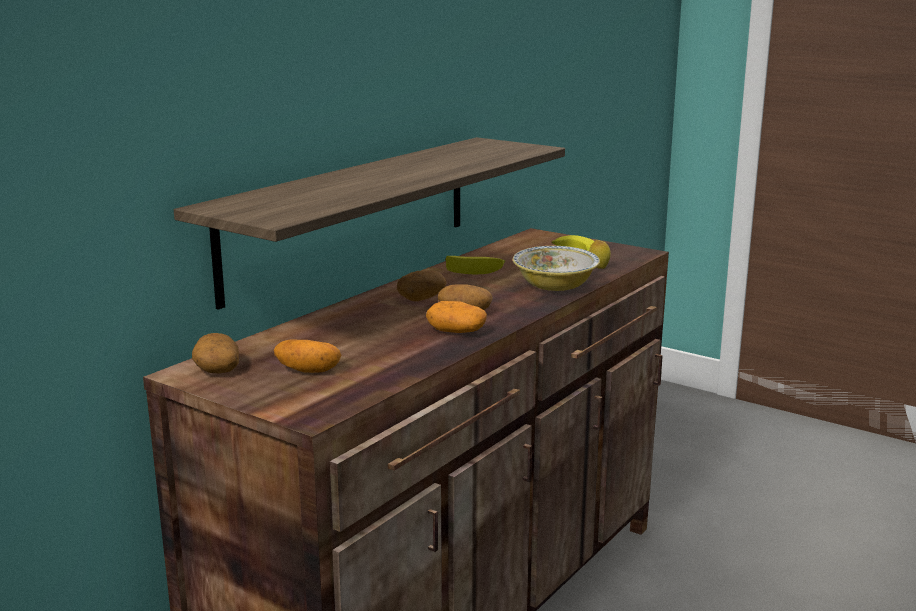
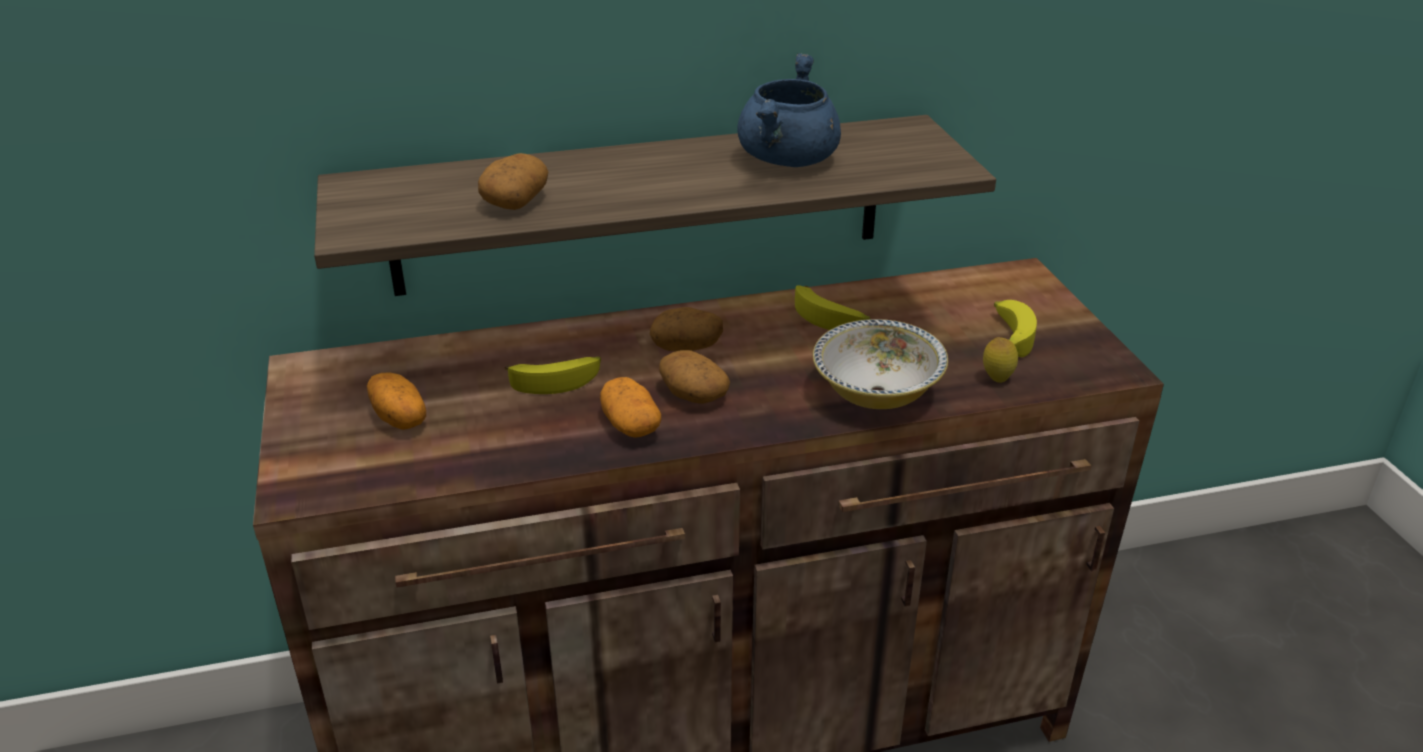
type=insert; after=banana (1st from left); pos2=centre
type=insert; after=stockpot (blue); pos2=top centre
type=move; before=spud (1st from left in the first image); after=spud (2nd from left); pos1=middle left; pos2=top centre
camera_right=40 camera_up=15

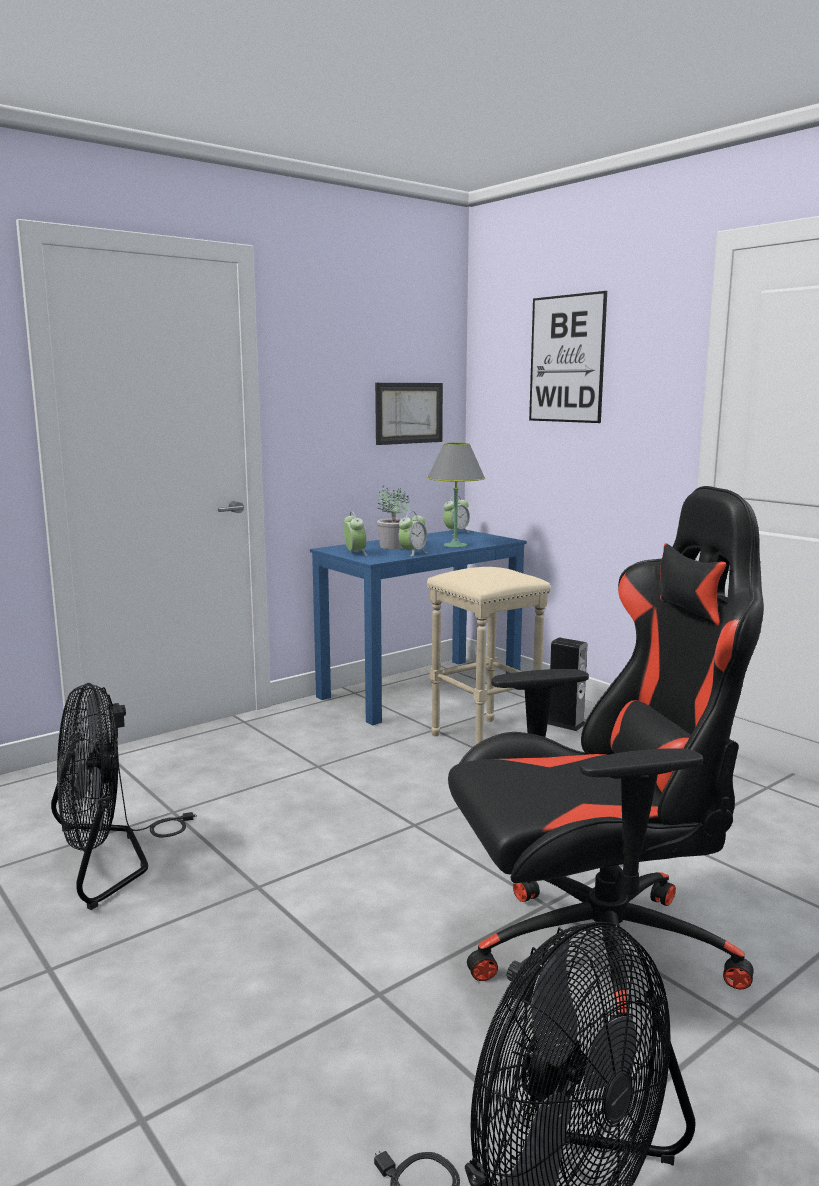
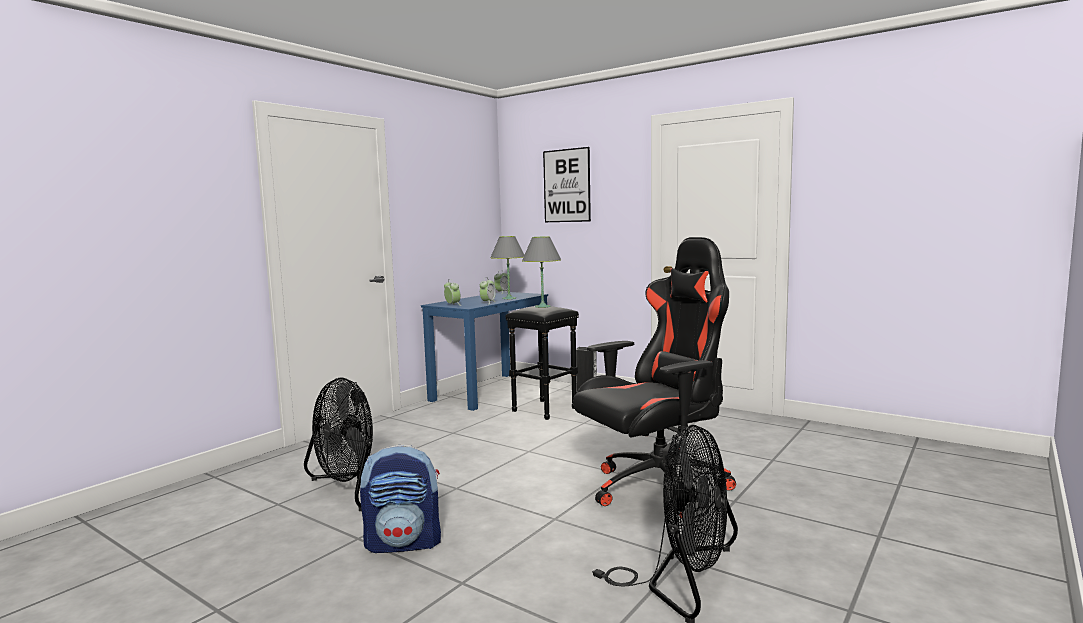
type=delete; before=picture (1st from left); pos1=centre
type=delete; before=plant in a pot; pos1=centre
type=insert; after=backpack; pos2=bottom centre
type=insert; after=table lamp (greyish) (2nd from left); pos2=centre
type=recolor; before=sitting stool (beige); after=sitting stool (black-coloured); pos1=centre; pos2=centre
camera_right=-15 camera_up=-5

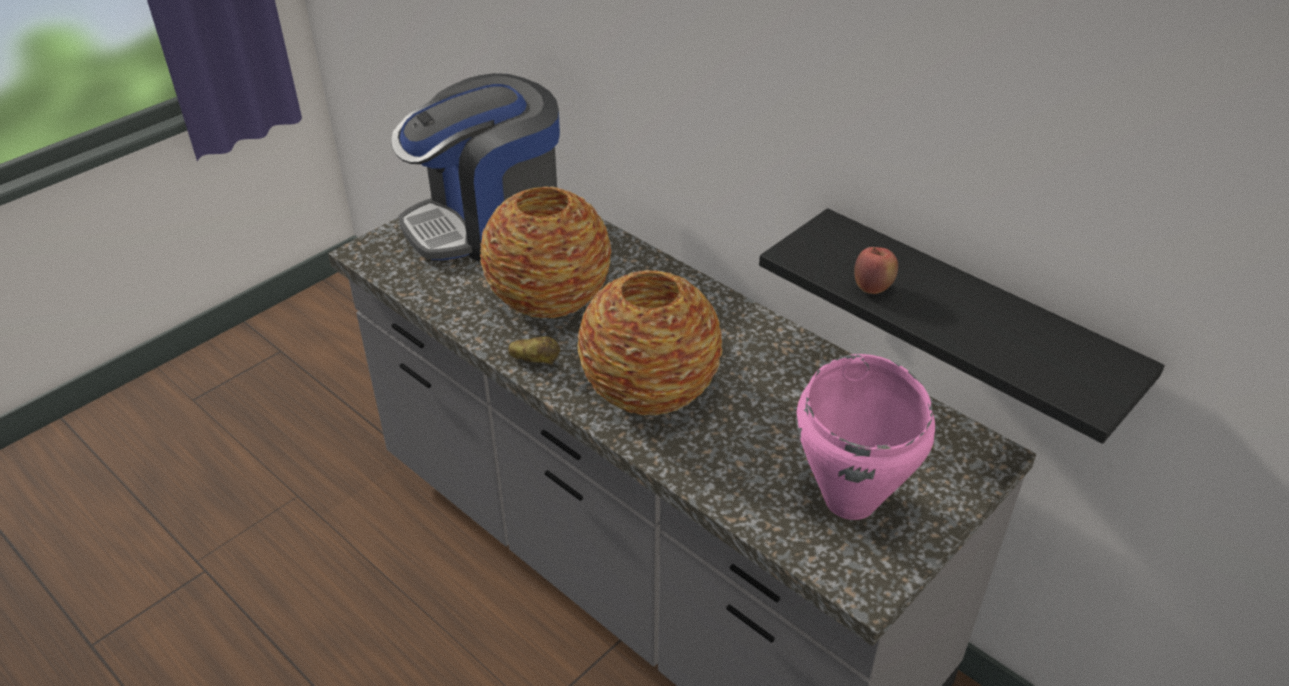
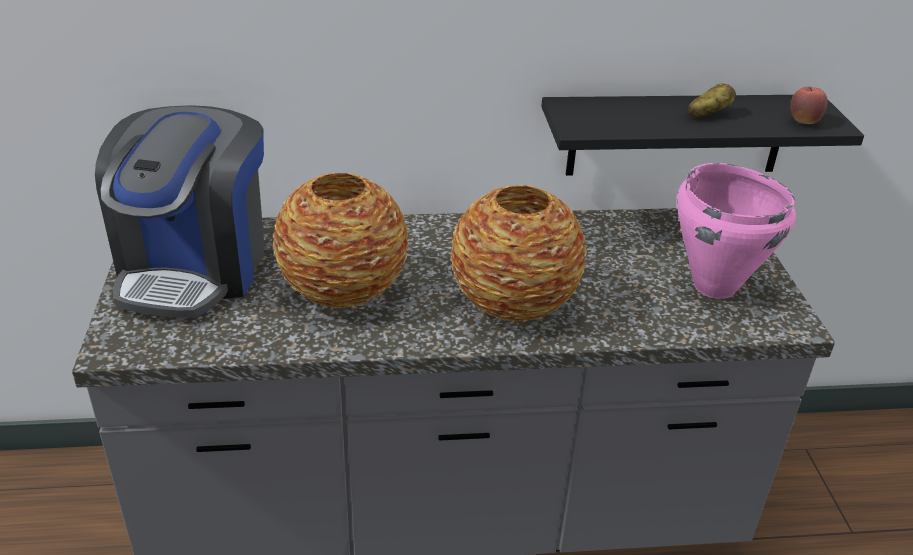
type=move; before=spud; pos1=centre; pos2=top right
type=move; before=apple; pos1=middle right; pos2=top right
camera_right=-50 camera_up=-5

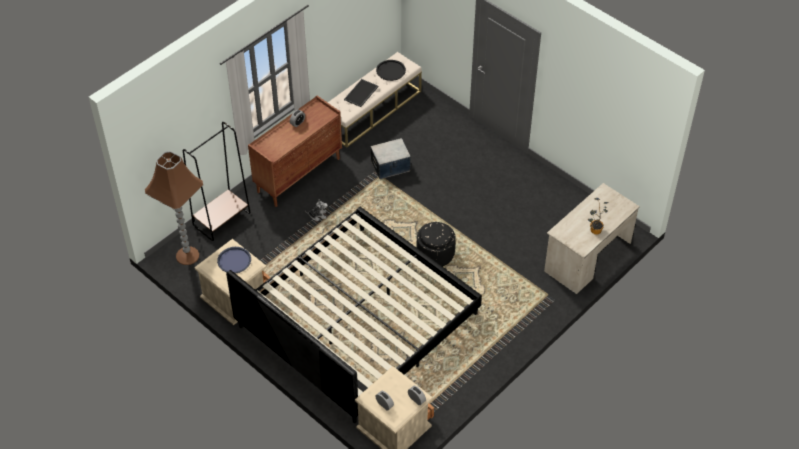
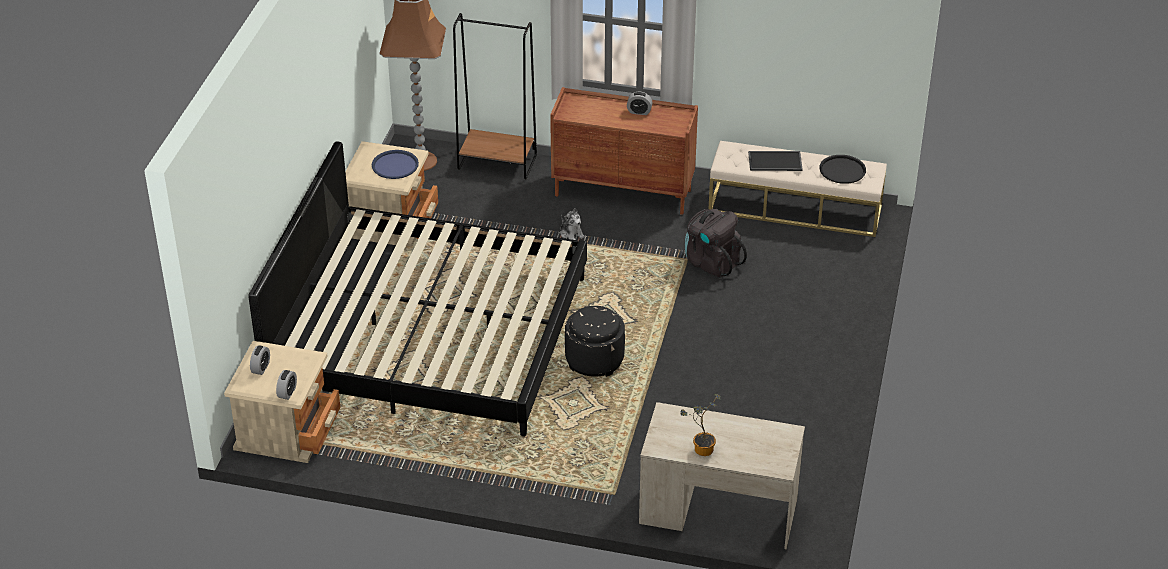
type=replace; before=storage container; after=backpack (black-coloured); pos1=centre; pos2=centre
camera_right=60 camera_up=-10

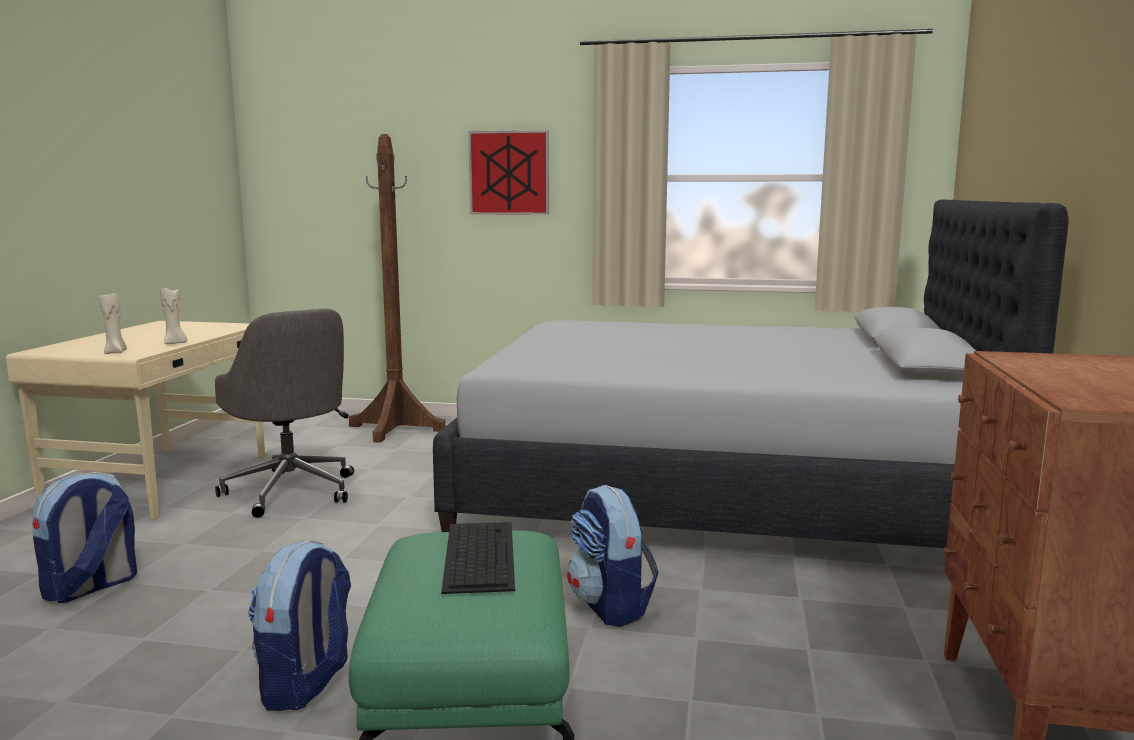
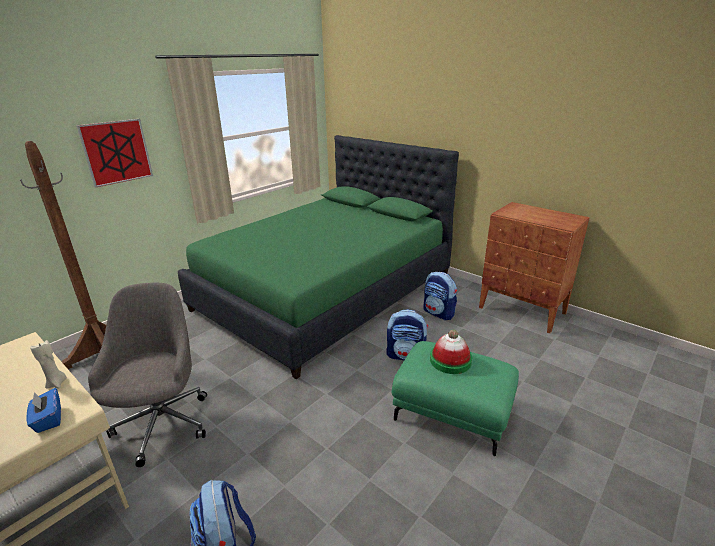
type=move; before=backpack (2nd from left in the first image); after=backpack (3rd from left); pos1=bottom left; pos2=centre
type=replace; before=wax light (beige) (1st from left); after=tissue box (blue); pos1=middle left; pos2=bottom left
type=replace; before=computer keyboard; after=hat; pos1=bottom centre; pos2=centre
type=recolor; before=bed (greyish); after=bed (greenish); pos1=centre; pos2=centre
type=rotate; before=office chair (greyish); pos1=middle left; pos2=bottom left; turn=-90
camera_right=-60 camera_up=15

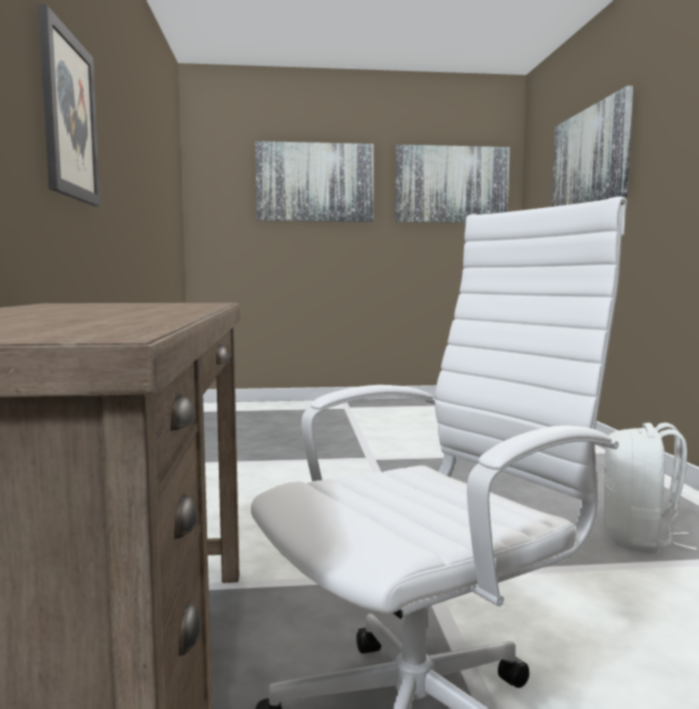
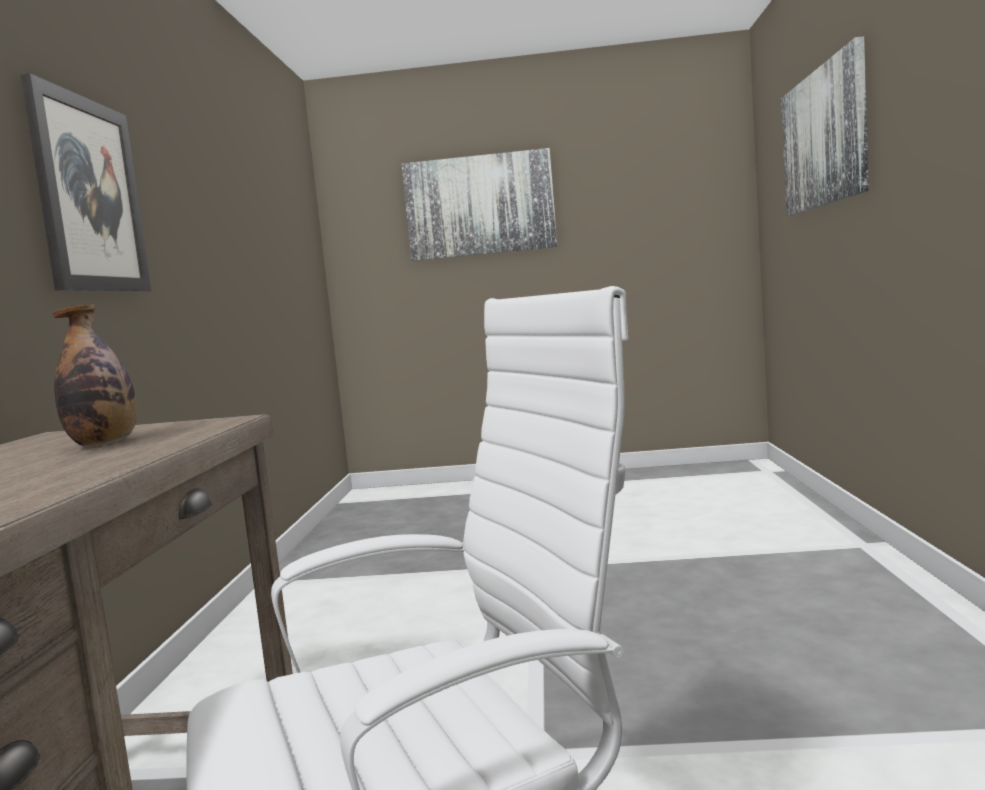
type=delete; before=picture (3rd from left); pos1=top centre
type=delete; before=backpack (whitish); pos1=bottom right
type=insert; after=beverage bottle; pos2=middle left
camera_right=10 camera_up=0

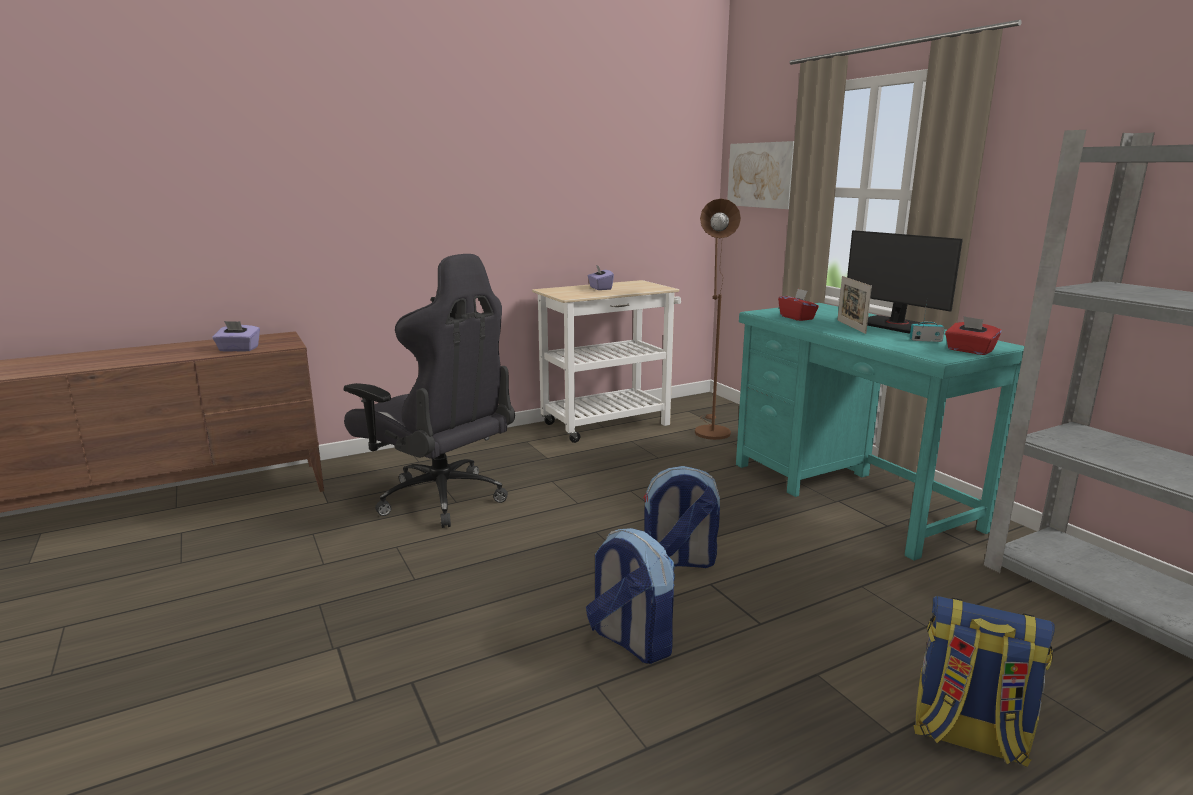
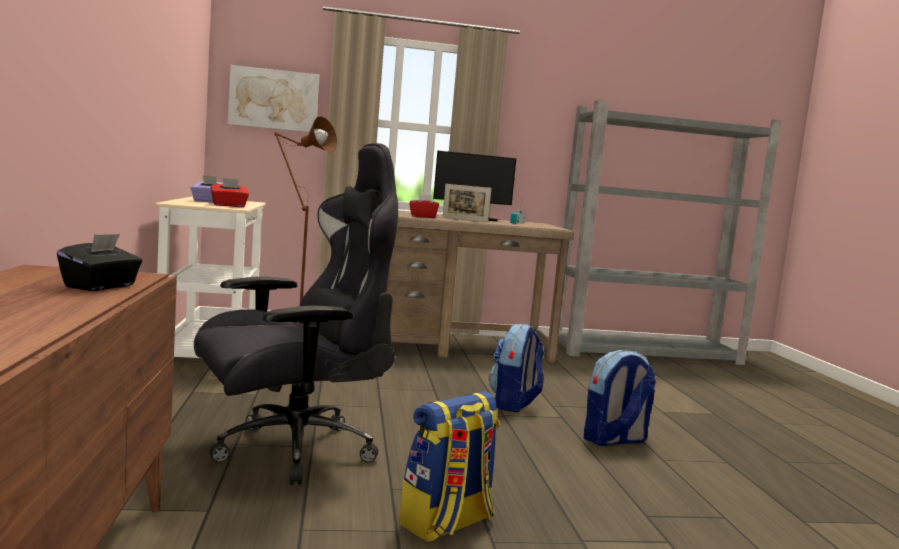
type=move; before=backpack (3rd from left in the first image); after=backpack (1st from left); pos1=bottom right; pos2=bottom centre
type=move; before=tissue box (reddish) (2nd from left in the first image); after=tissue box (reddish) (1st from left); pos1=middle right; pos2=middle left
type=recolor; before=tissue box (purple-coloured) (1st from left); after=tissue box (black-coloured); pos1=middle left; pos2=middle left
type=recolor; before=desk unit (turquoise-coloured); after=desk unit (brownish); pos1=middle right; pos2=centre
camera_right=-70 camera_up=-10

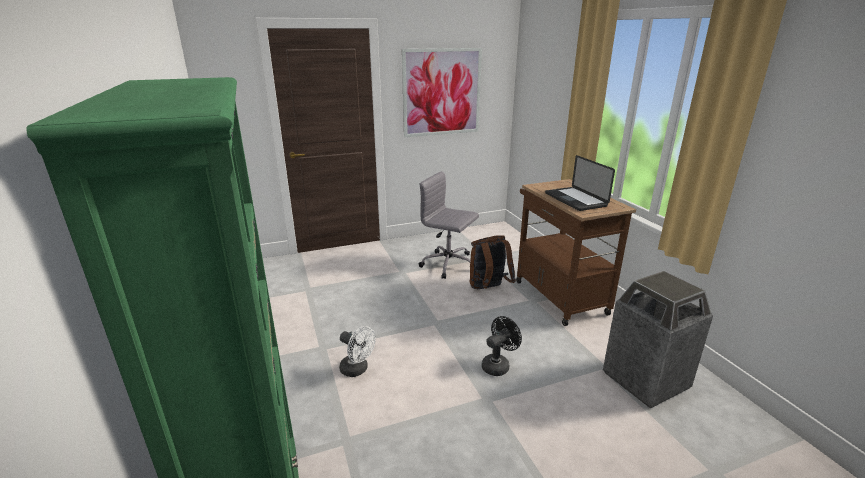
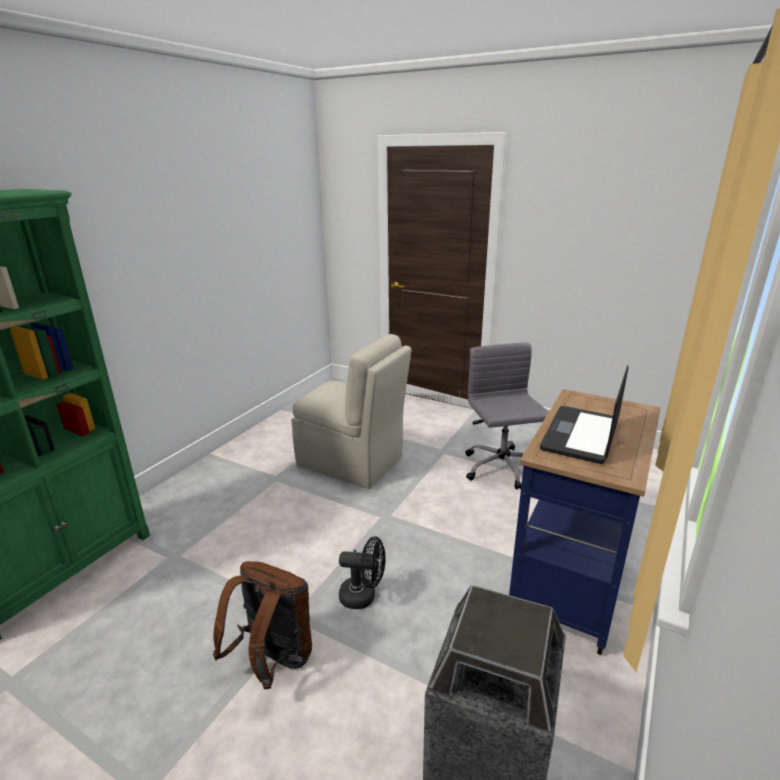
type=delete; before=cooling fan (whitish); pos1=bottom centre
type=delete; before=picture; pos1=top centre
type=insert; after=plain chair (beige); pos2=centre
type=move; before=backpack (brownish); pos1=centre; pos2=bottom centre
type=recolor; before=cart (brownish); after=cart (blue); pos1=centre; pos2=bottom right
camera_right=50 camera_up=0

